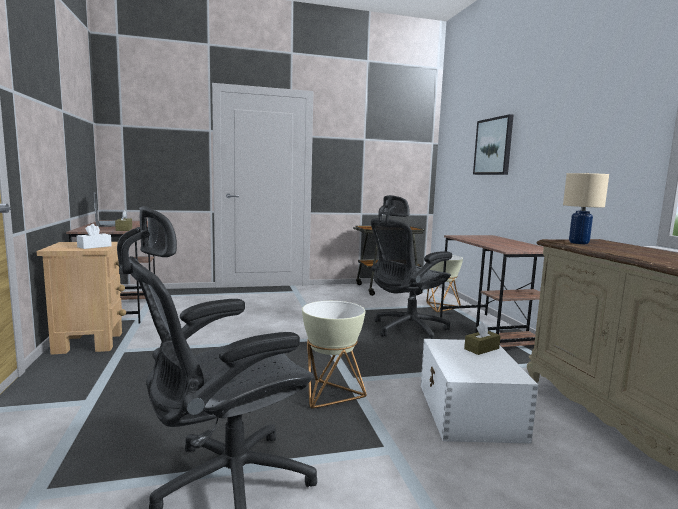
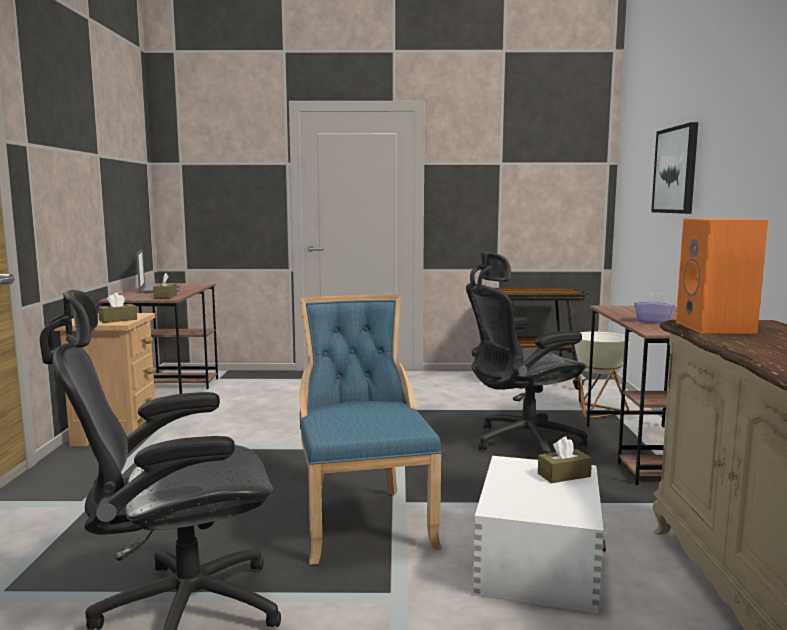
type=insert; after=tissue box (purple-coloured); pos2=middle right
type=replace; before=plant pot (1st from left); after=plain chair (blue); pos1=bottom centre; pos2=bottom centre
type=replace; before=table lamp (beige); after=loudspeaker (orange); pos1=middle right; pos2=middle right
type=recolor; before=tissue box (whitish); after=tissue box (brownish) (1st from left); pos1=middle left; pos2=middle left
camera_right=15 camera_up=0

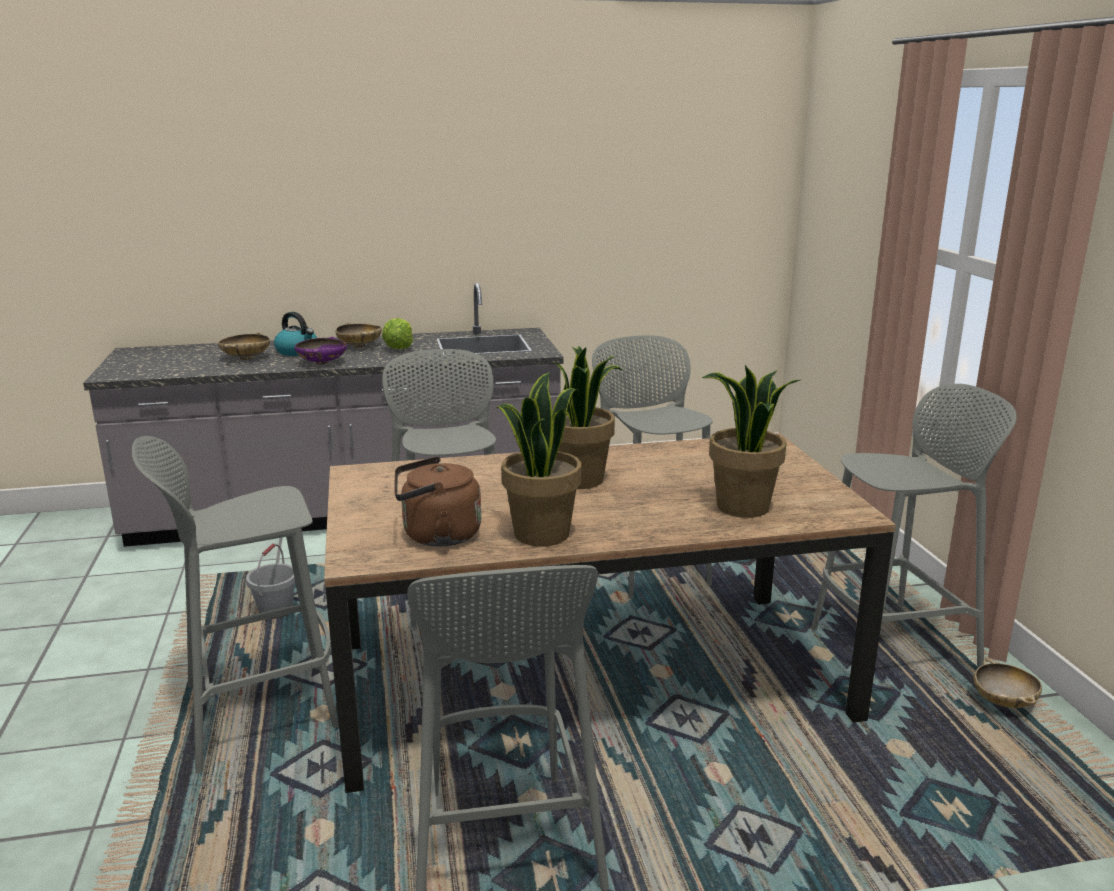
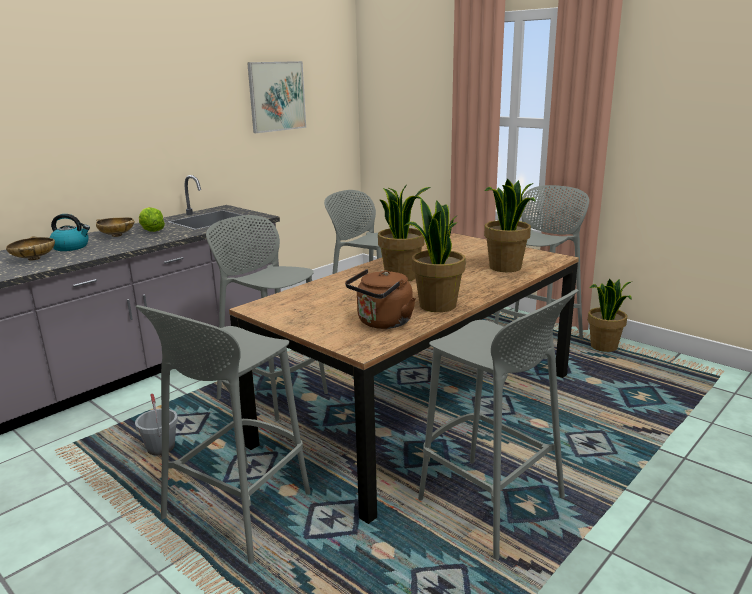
type=delete; before=deep dish (purple-coloured); pos1=middle left
type=insert; after=picture; pos2=top centre
type=replace; before=deep dish (beige) (3rd from left); after=plant in a pot (4th from left); pos1=bottom right; pos2=middle right
camera_right=-35 camera_up=0

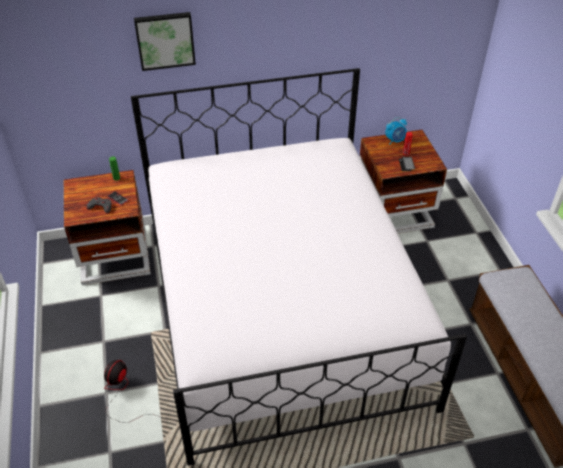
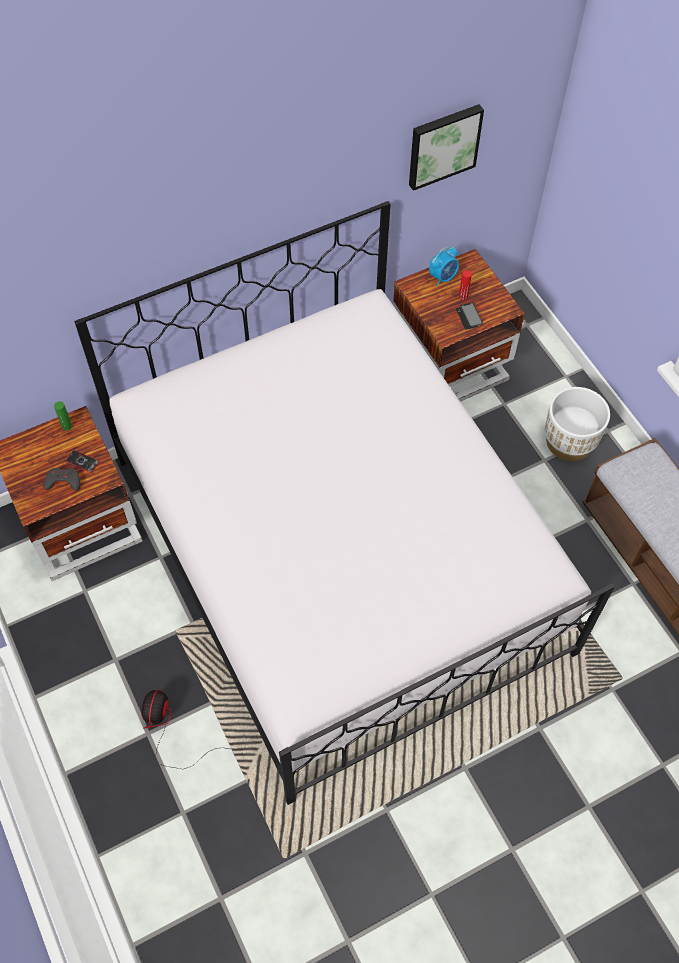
type=insert; after=plant pot (whitish); pos2=middle right
type=move; before=picture; pos1=top left; pos2=top centre
camera_right=-15 camera_up=15

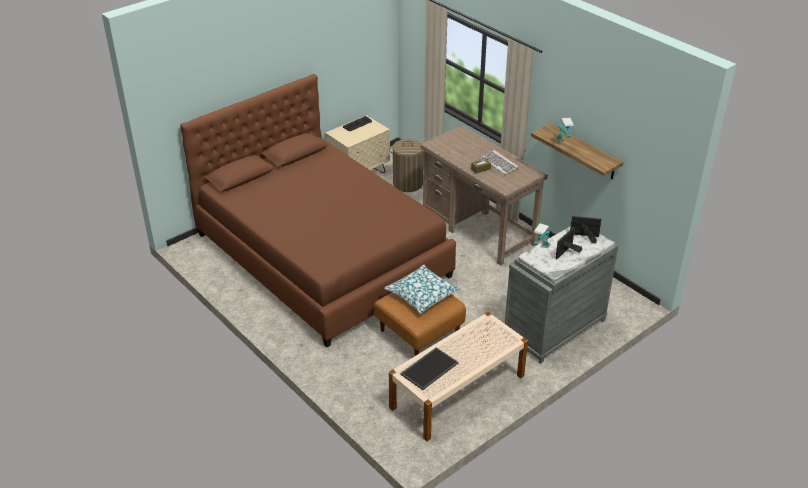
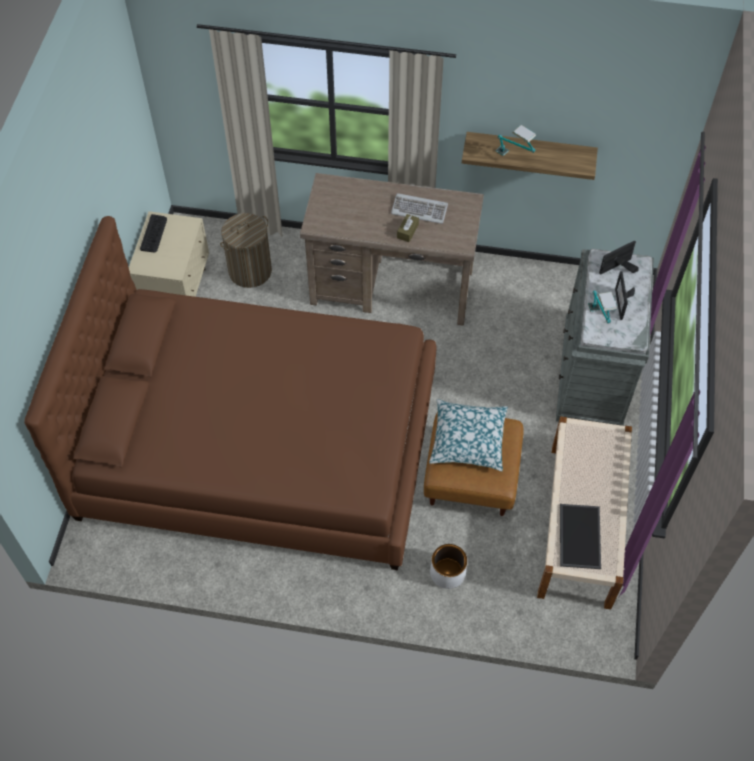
type=insert; after=plant pot (whitish); pos2=bottom centre
camera_right=-40 camera_up=20

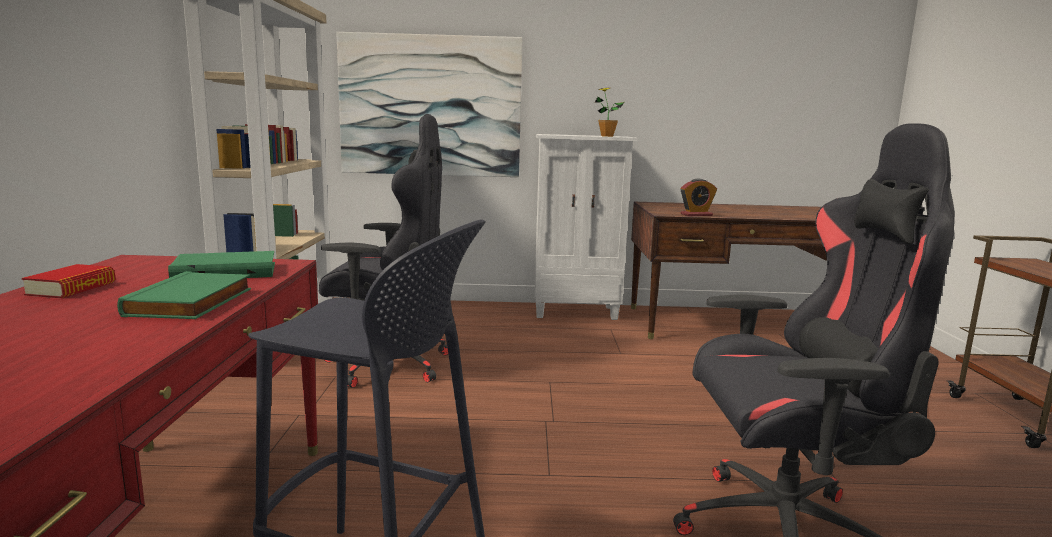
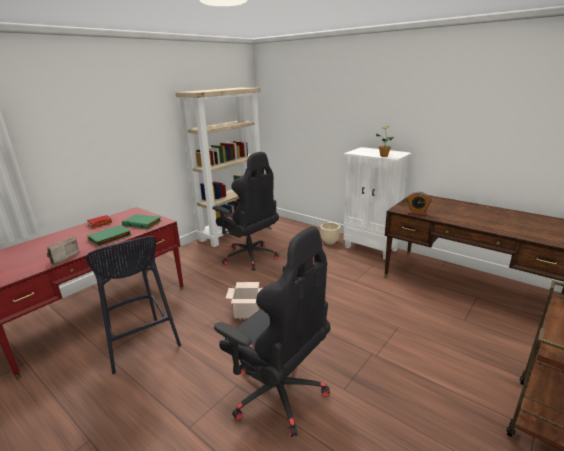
type=delete; before=picture; pos1=top centre
type=insert; after=radio receiver; pos2=middle left
type=insert; after=cardboard box; pos2=centre
type=insert; after=plant pot (beige); pos2=centre
camera_right=40 camera_up=10

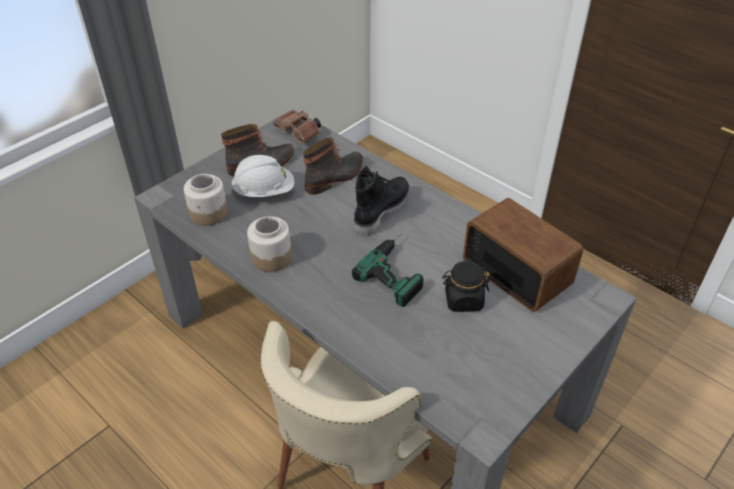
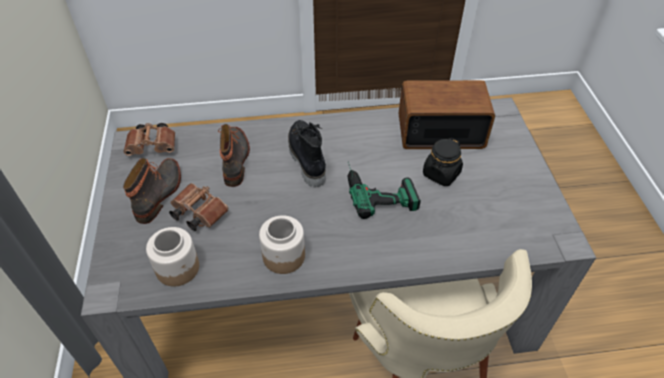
type=replace; before=hard hat (whitish); after=field glasses (brownish) (2nd from left); pos1=centre; pos2=middle left
camera_right=-50 camera_up=5

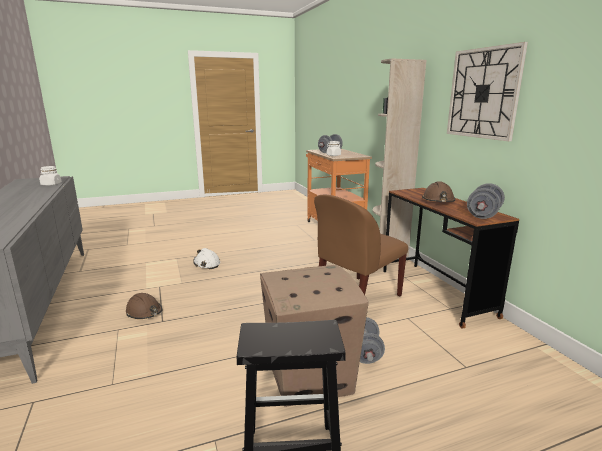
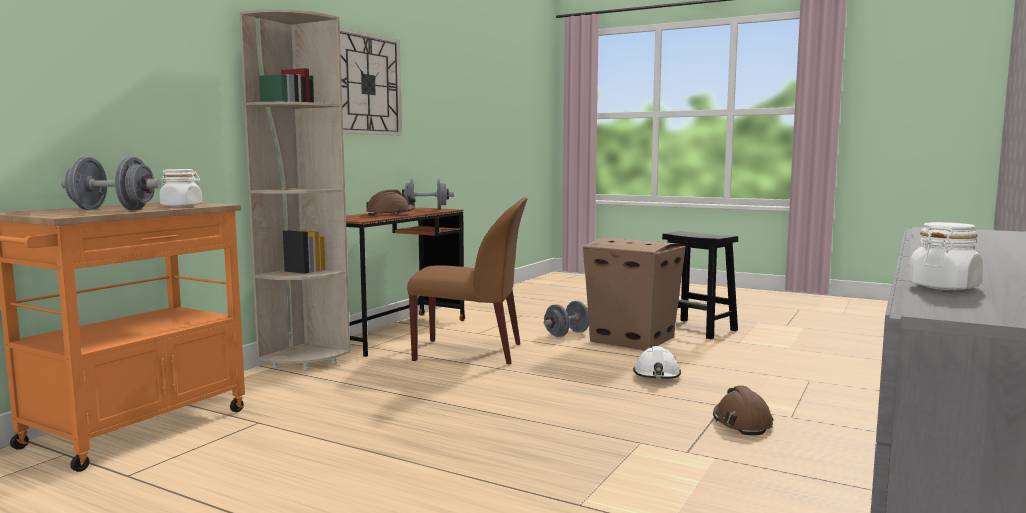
type=move; before=hard hat (whitish); pos1=centre; pos2=bottom centre
camera_right=-130 camera_up=-10

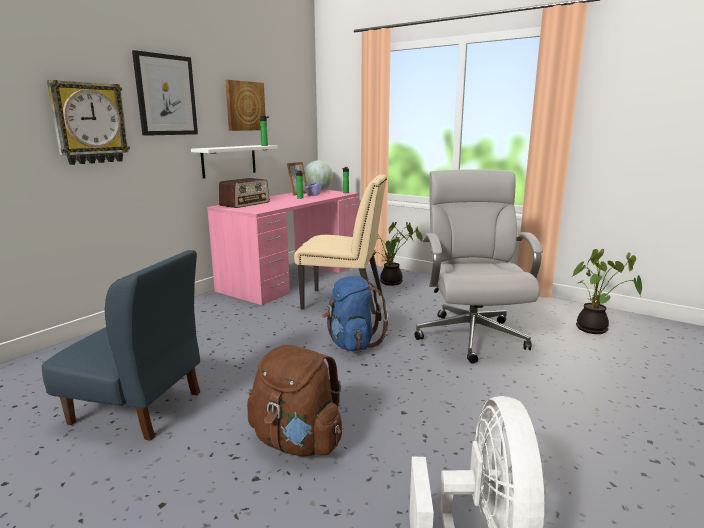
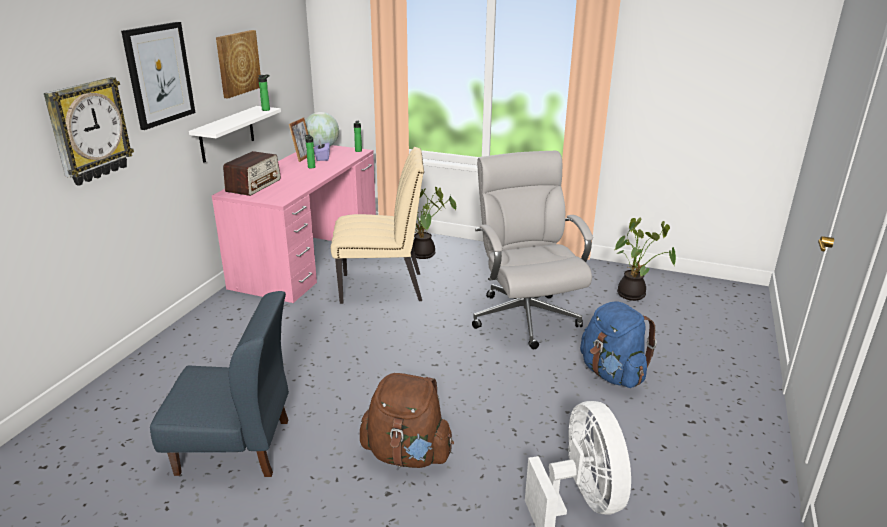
type=move; before=backpack (blue); pos1=centre; pos2=middle right
camera_right=-15 camera_up=10

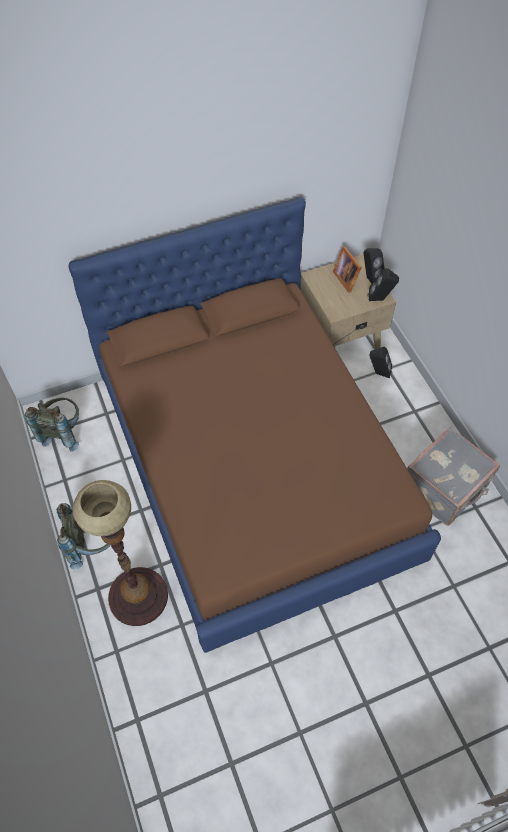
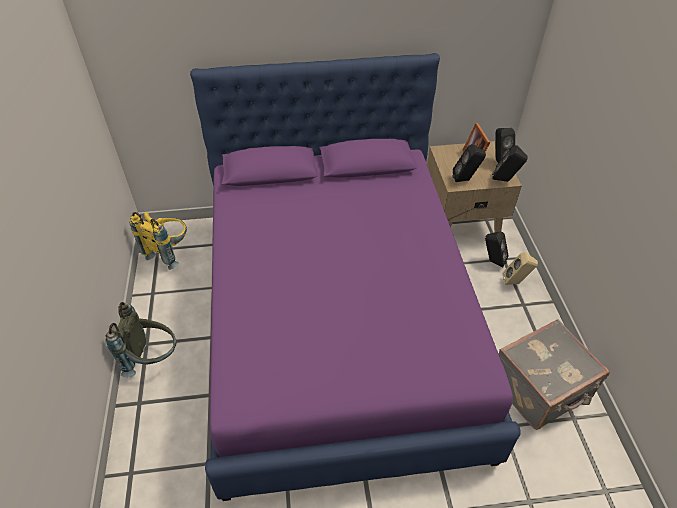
type=delete; before=standard lamp; pos1=middle left
type=insert; after=loudspeaker (black-coloured) (1st from left); pos2=top right
type=insert; after=loudspeaker (beige); pos2=middle right
type=recolor; before=backpack (greyish) (1st from left); after=backpack (yellowish); pos1=middle left; pos2=middle left
type=recolor; before=bed (brownish); after=bed (purple-coloured); pos1=centre; pos2=centre
camera_right=15 camera_up=-10

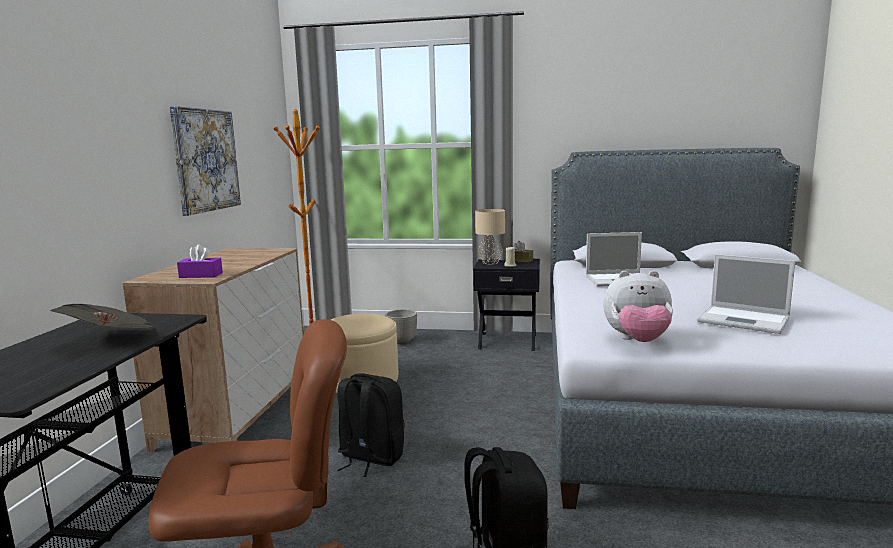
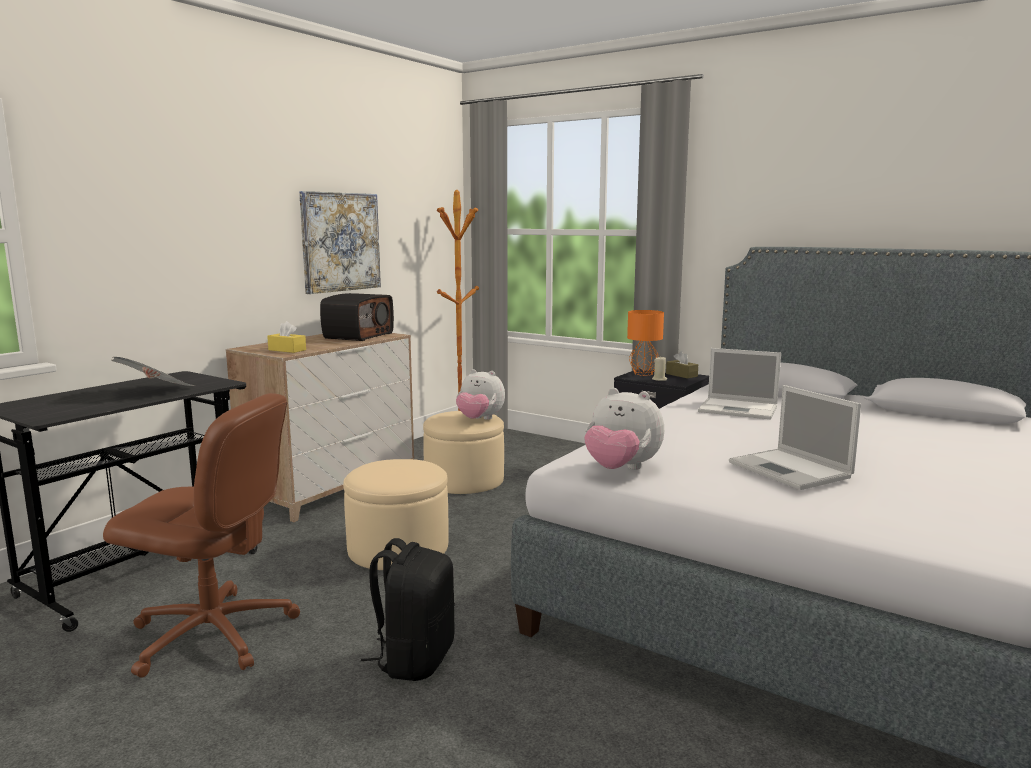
type=delete; before=plant pot; pos1=centre
type=insert; after=radio receiver; pos2=centre
type=insert; after=plush toy (1st from left); pos2=centre
type=replace; before=backpack (black-coloured) (1st from left); after=pouffe (beige) (1st from left); pos1=bottom centre; pos2=bottom centre
type=recolor; before=tissue box (purple-coloured); after=tissue box (yellowish); pos1=middle left; pos2=middle left
type=recolor; before=table lamp (beige); after=table lamp (orange); pos1=centre; pos2=centre
camera_right=25 camera_up=0

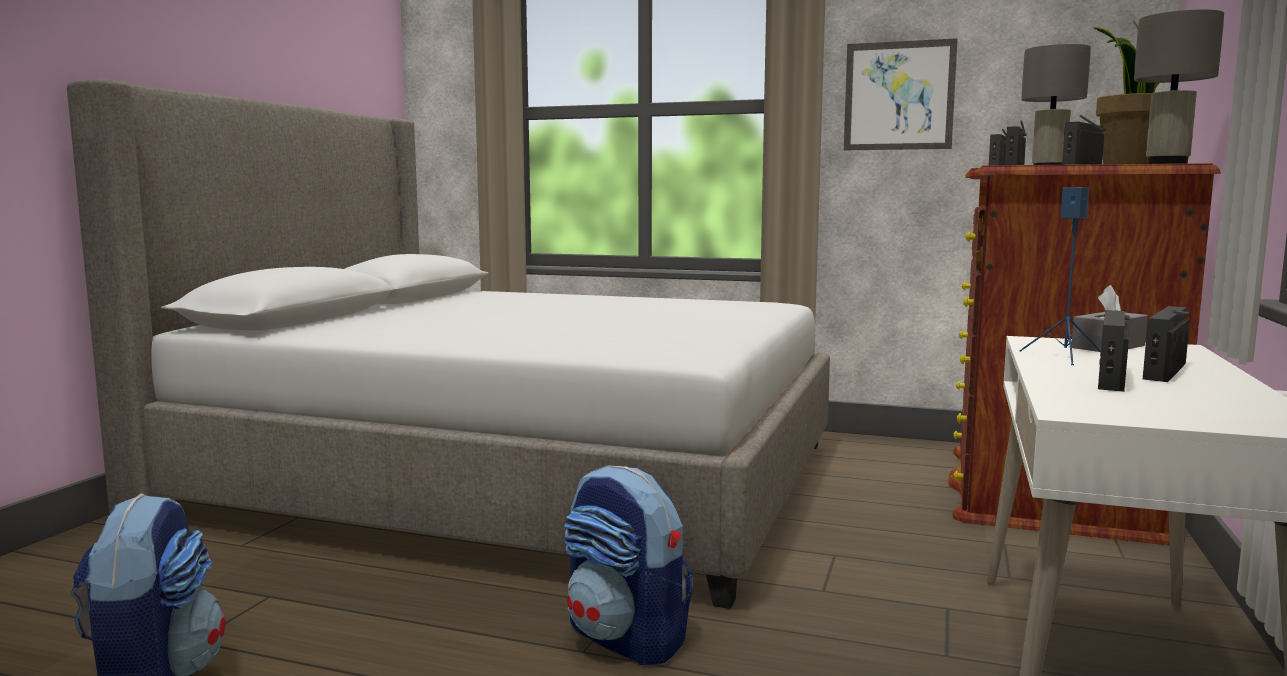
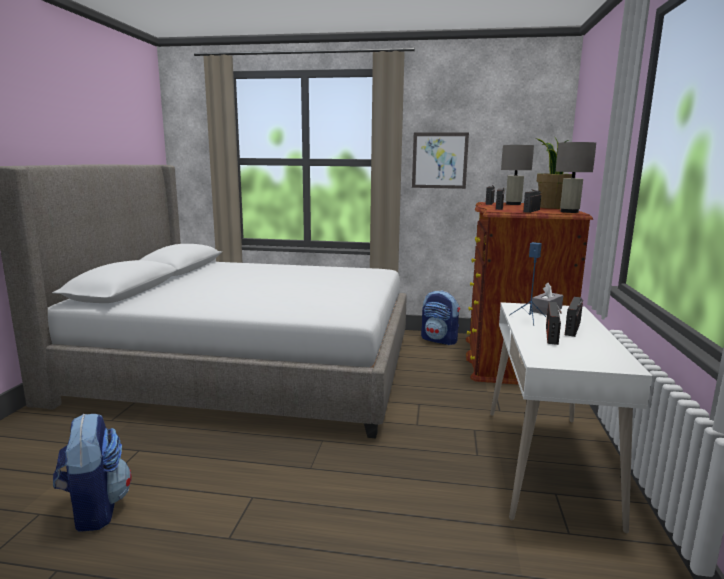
type=move; before=backpack (2nd from left); pos1=bottom centre; pos2=centre
camera_right=-10 camera_up=5

